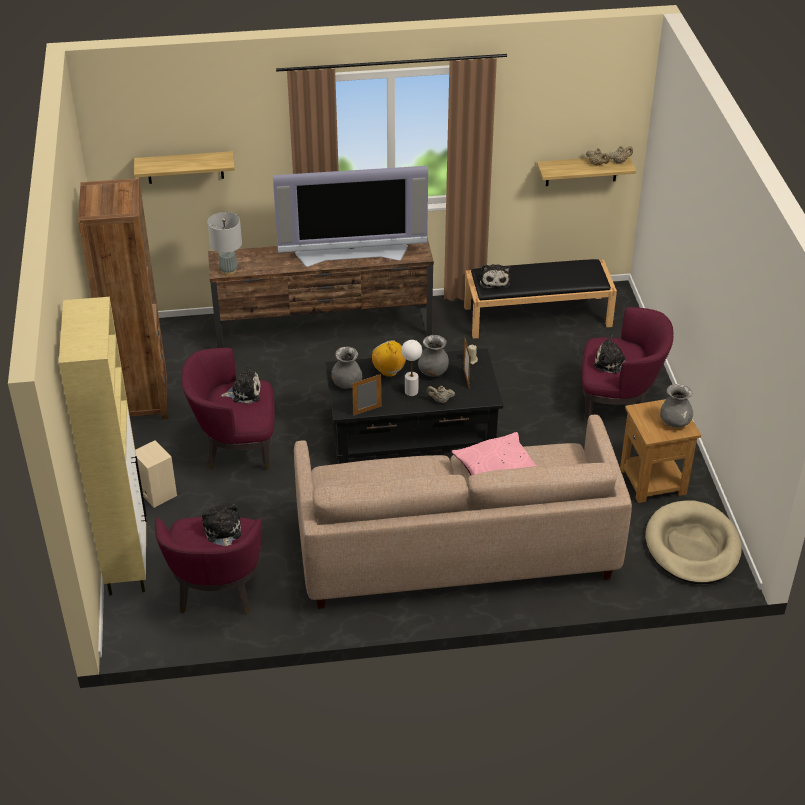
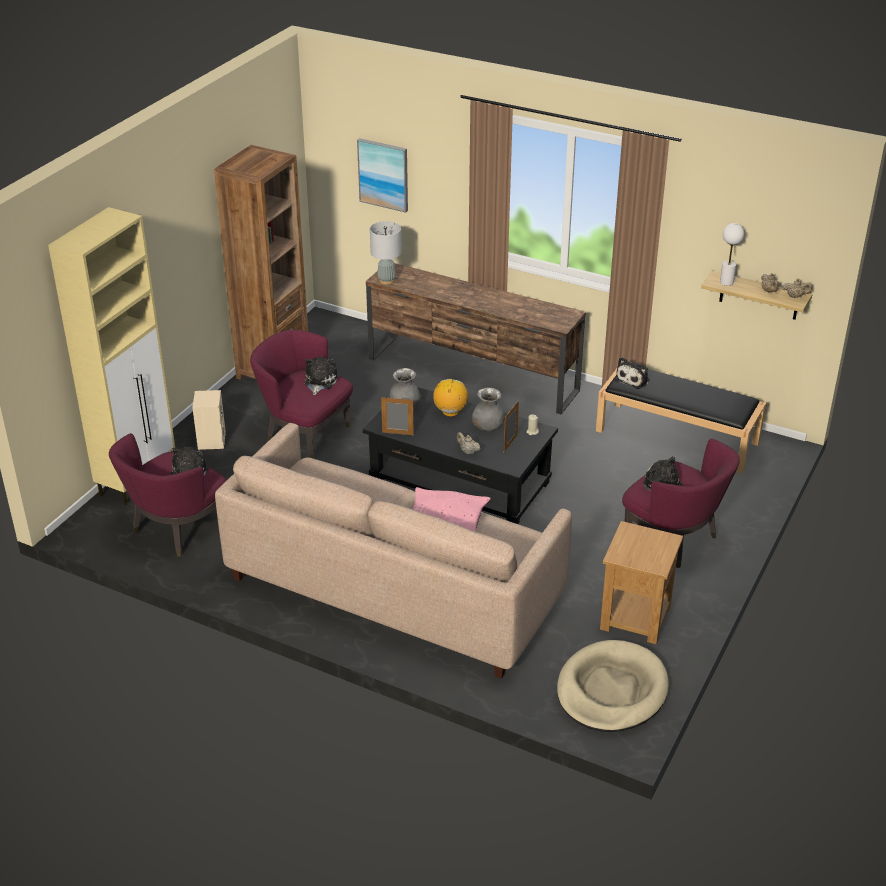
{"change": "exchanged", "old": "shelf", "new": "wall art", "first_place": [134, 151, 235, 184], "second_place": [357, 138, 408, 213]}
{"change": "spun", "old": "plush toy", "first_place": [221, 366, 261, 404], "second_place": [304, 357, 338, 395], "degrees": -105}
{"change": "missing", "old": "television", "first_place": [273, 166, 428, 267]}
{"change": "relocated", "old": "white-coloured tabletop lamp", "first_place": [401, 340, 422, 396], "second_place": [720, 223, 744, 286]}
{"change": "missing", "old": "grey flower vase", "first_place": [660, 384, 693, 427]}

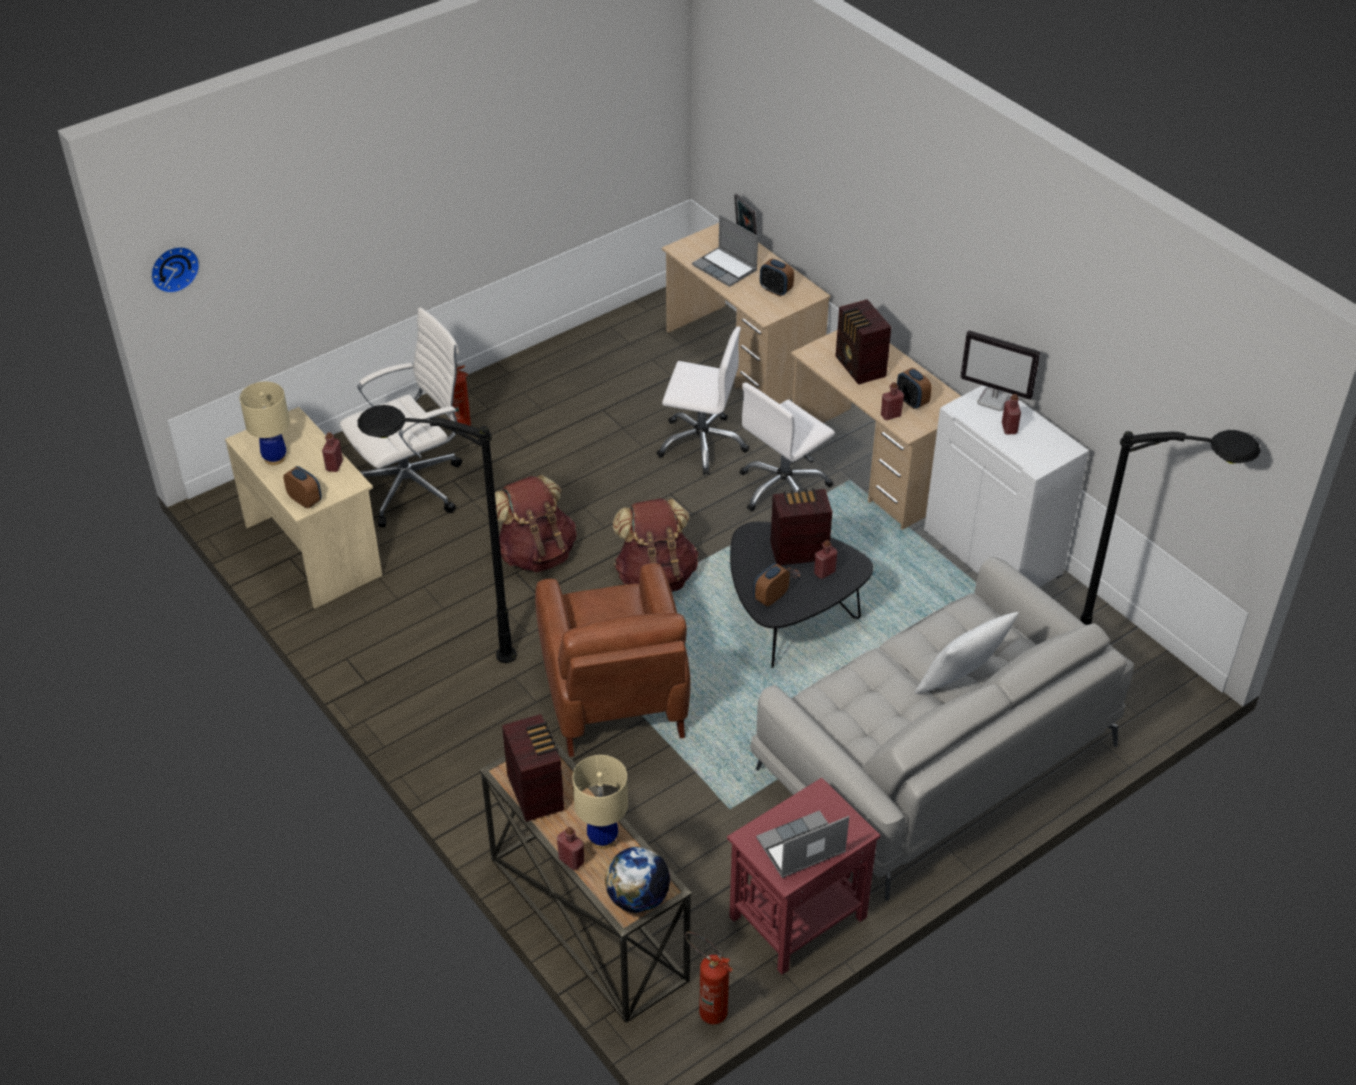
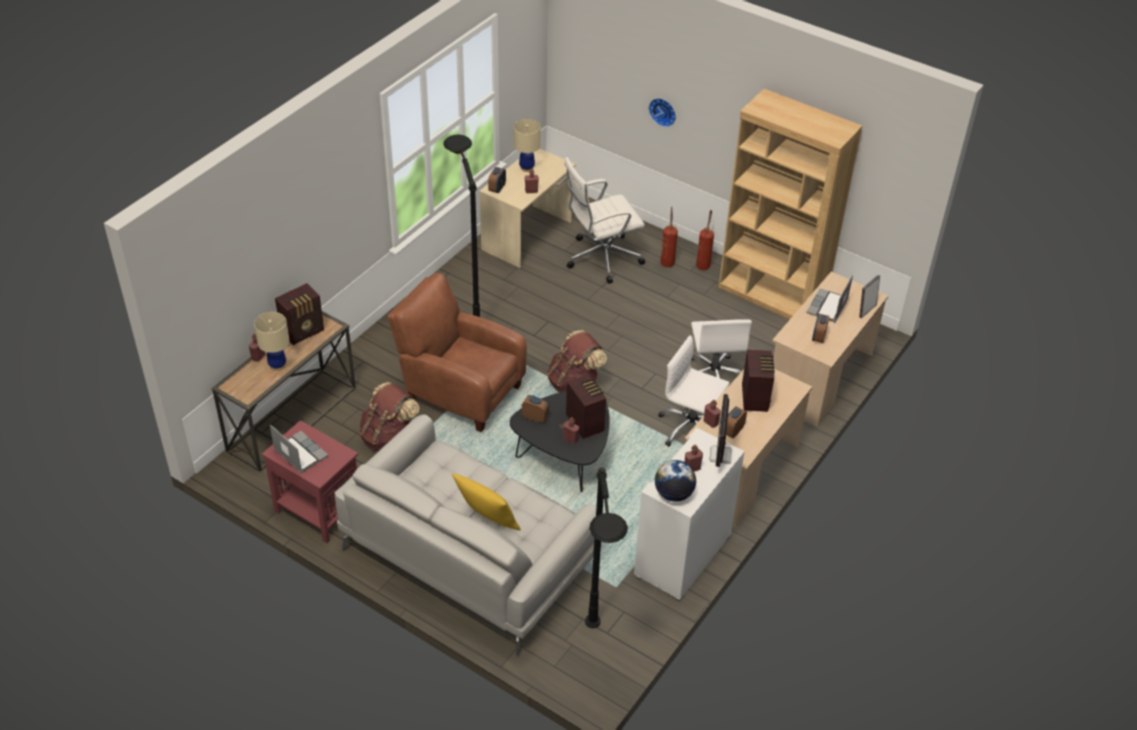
{"change": "relocated", "old": "clock on the wall", "first_place": [151, 246, 200, 293], "second_place": [649, 98, 676, 127]}
{"change": "spun", "old": "white-coloured desk chair", "first_place": [340, 308, 462, 527], "second_place": [564, 157, 645, 284], "degrees": 120}
{"change": "relocated", "old": "brown knapsack", "first_place": [495, 475, 577, 572], "second_place": [359, 382, 420, 452]}
{"change": "spun", "old": "brown lounge chair", "first_place": [535, 563, 690, 757], "second_place": [388, 273, 527, 432], "degrees": 60}
{"change": "relocated", "old": "world globe", "first_place": [605, 847, 670, 913], "second_place": [655, 460, 696, 502]}
{"change": "relocated", "old": "extinguisher", "first_place": [685, 932, 733, 1024], "second_place": [696, 210, 714, 270]}
{"change": "spun", "old": "radio", "first_place": [836, 299, 891, 385], "second_place": [742, 350, 775, 412], "degrees": 135}
{"change": "colour", "old": "white-coloured cushion", "new": "yellow cushion", "first_place": [915, 612, 1019, 694], "second_place": [452, 473, 521, 530]}
{"change": "appeared", "new": "brown shelving unit", "second_place": [719, 89, 862, 319]}

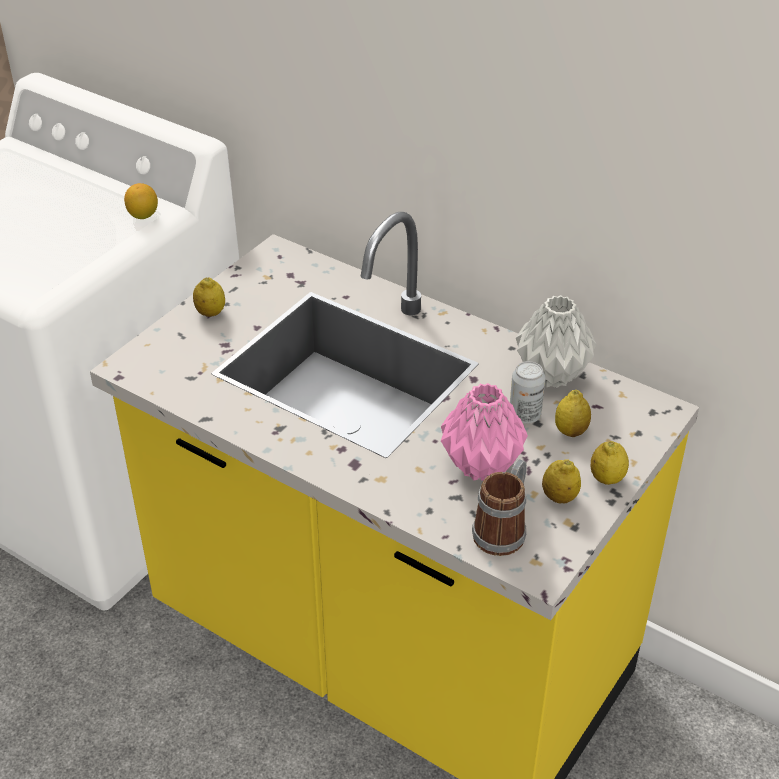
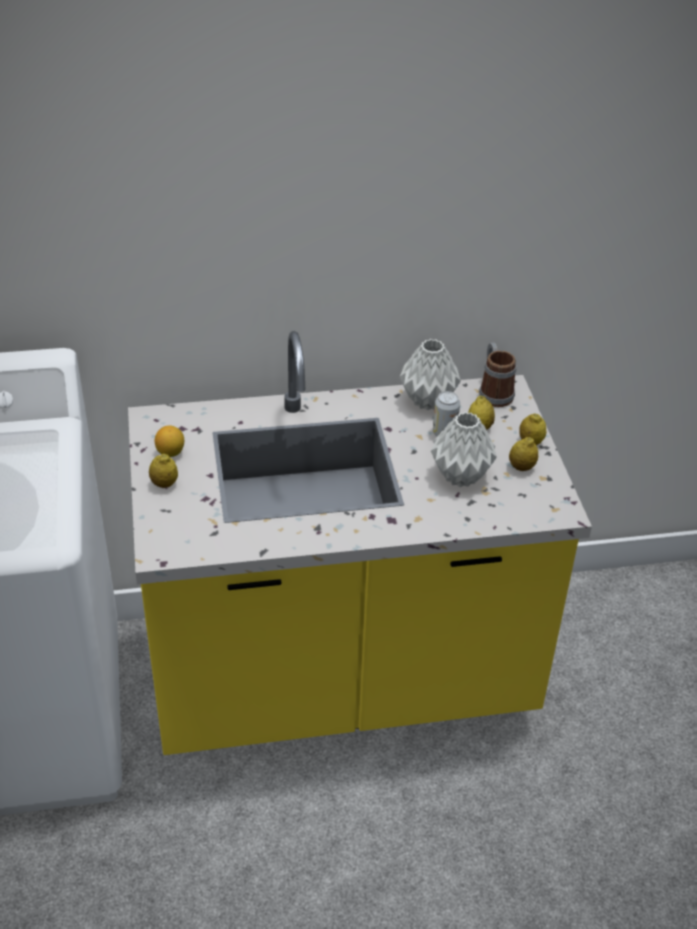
{"change": "relocated", "old": "lemon", "first_place": [124, 183, 158, 219], "second_place": [155, 426, 184, 457]}
{"change": "colour", "old": "pinkish flower vase", "new": "grey flower vase", "first_place": [441, 383, 528, 481], "second_place": [431, 412, 497, 487]}
{"change": "relocated", "old": "mug", "first_place": [472, 459, 527, 556], "second_place": [479, 343, 516, 407]}

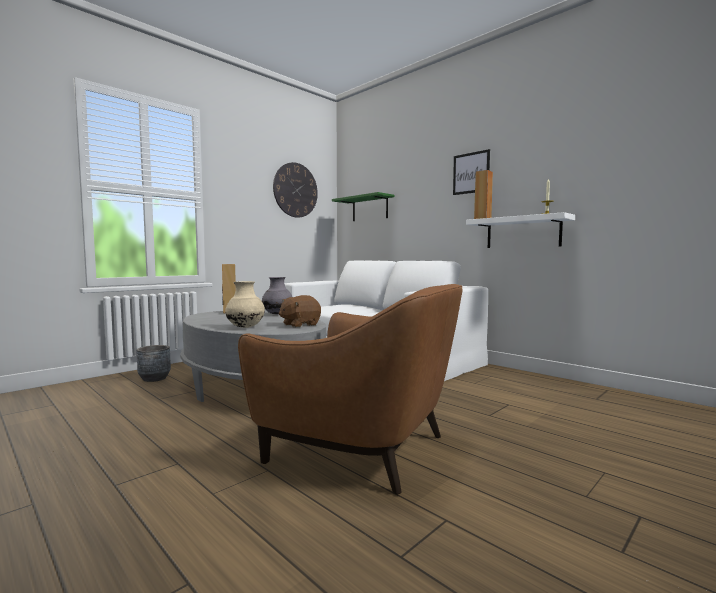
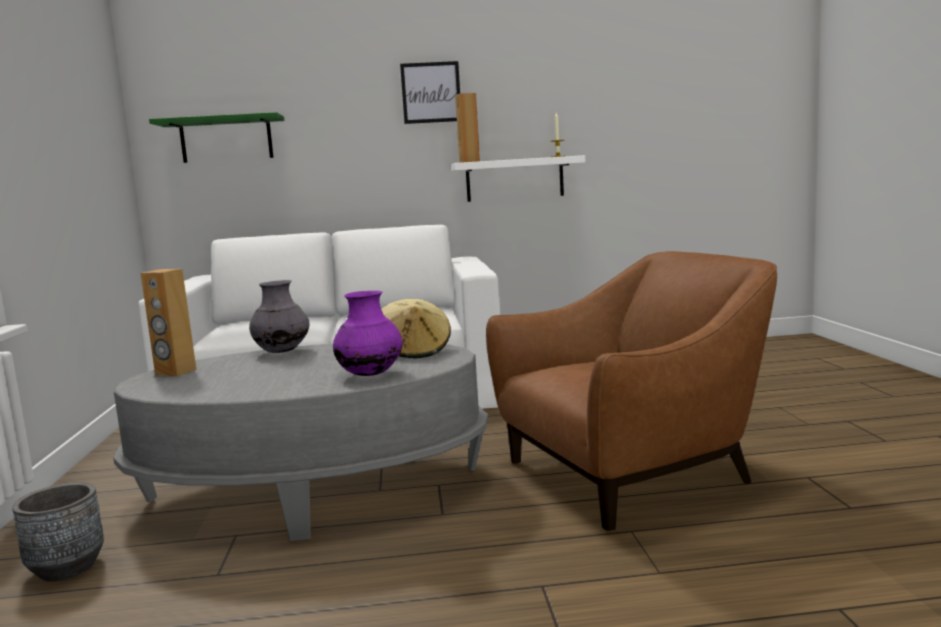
{"change": "colour", "old": "beige flower vase", "new": "purplish flower vase", "first_place": [225, 281, 265, 328], "second_place": [333, 291, 403, 376]}
{"change": "missing", "old": "clock on the wall", "first_place": [273, 162, 318, 218]}
{"change": "exchanged", "old": "brown plush toy", "new": "beige hat", "first_place": [279, 295, 321, 328], "second_place": [381, 299, 451, 358]}

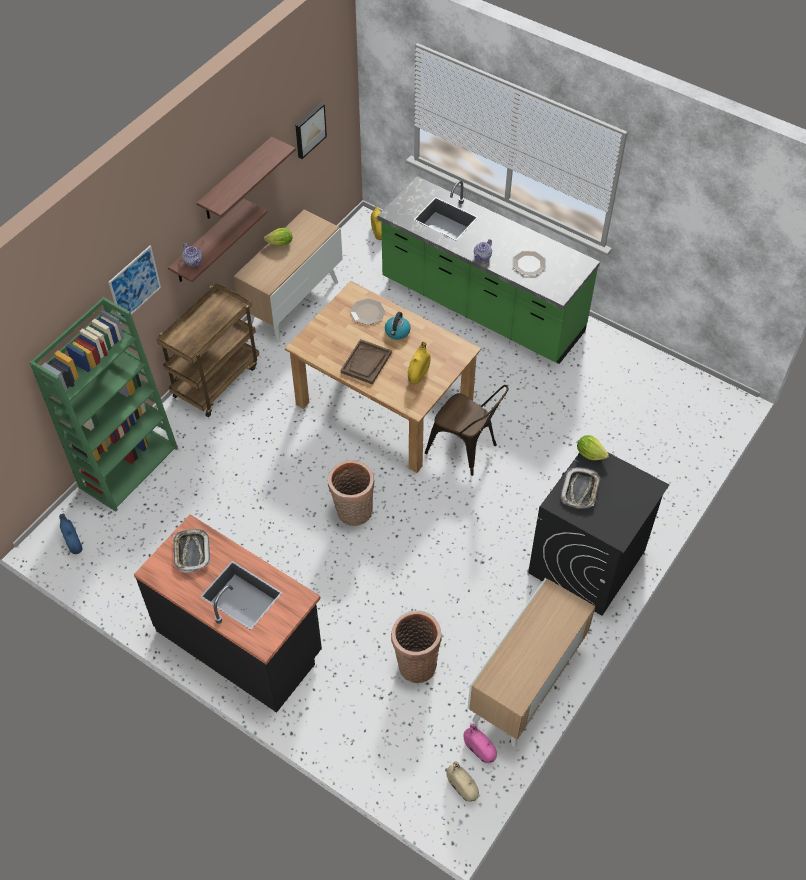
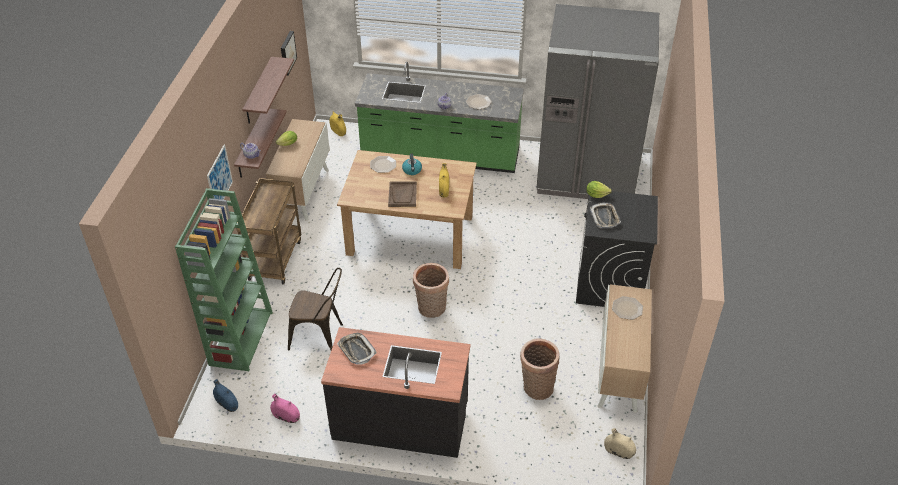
{"change": "relocated", "old": "brown chair", "first_place": [425, 385, 508, 476], "second_place": [288, 268, 343, 350]}
{"change": "relocated", "old": "pinkish flower vase", "first_place": [464, 724, 497, 763], "second_place": [270, 394, 300, 423]}
{"change": "appeared", "new": "grey refrigerator", "second_place": [537, 4, 659, 199]}
{"change": "appeared", "new": "plate", "second_place": [612, 296, 643, 320]}

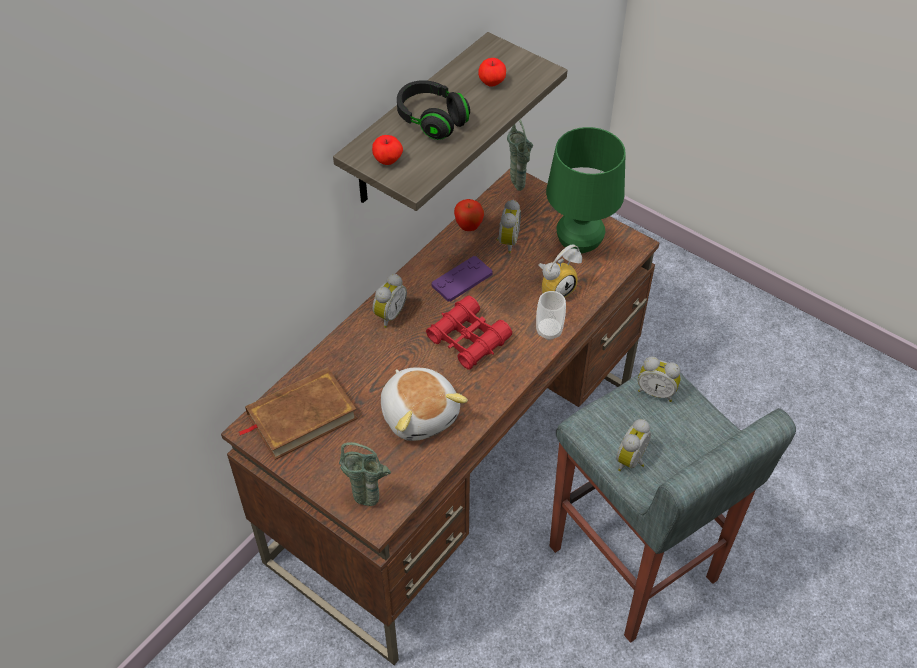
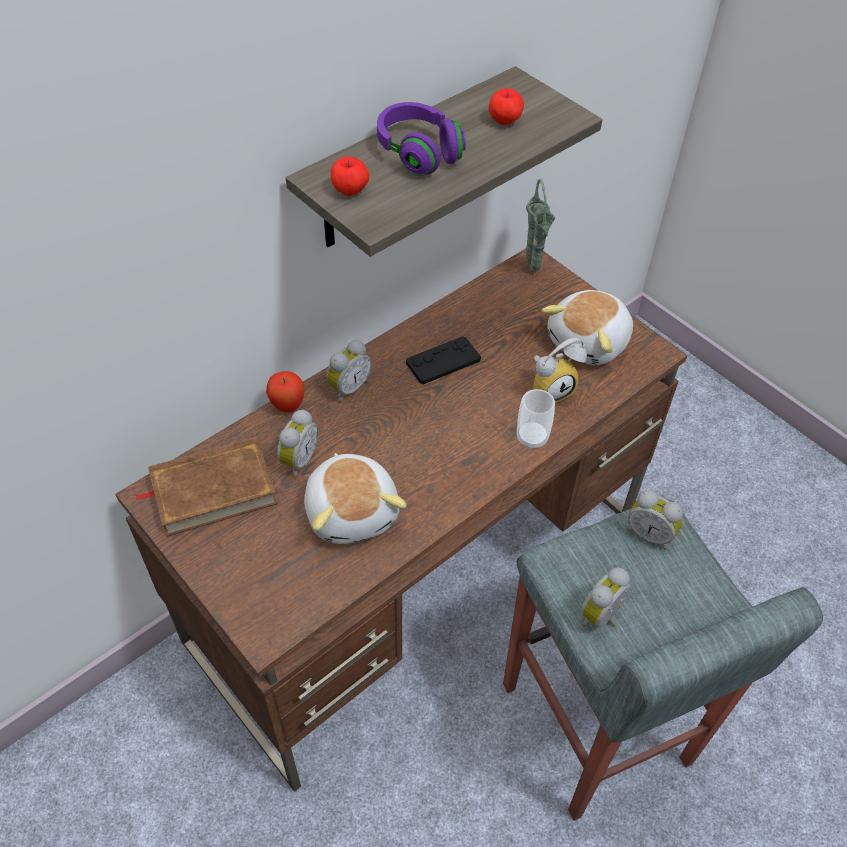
{"change": "missing", "old": "greenish flower vase", "first_place": [339, 442, 391, 506]}
{"change": "colour", "old": "black-coloured headset", "new": "purplish headset", "first_place": [397, 80, 470, 140], "second_place": [377, 102, 466, 176]}
{"change": "missing", "old": "reddish field glasses", "first_place": [426, 296, 512, 370]}
{"change": "colour", "old": "purplish joypad", "new": "black-coloured joypad", "first_place": [431, 256, 493, 302], "second_place": [406, 336, 481, 384]}
{"change": "relocated", "old": "whole apple", "first_place": [454, 199, 484, 231], "second_place": [266, 371, 305, 412]}
{"change": "relocated", "old": "table clock", "first_place": [496, 199, 521, 253], "second_place": [277, 410, 319, 478]}
{"change": "exchanged", "old": "greenish tabletop lamp", "new": "plush toy", "first_place": [546, 127, 626, 254], "second_place": [541, 290, 633, 365]}

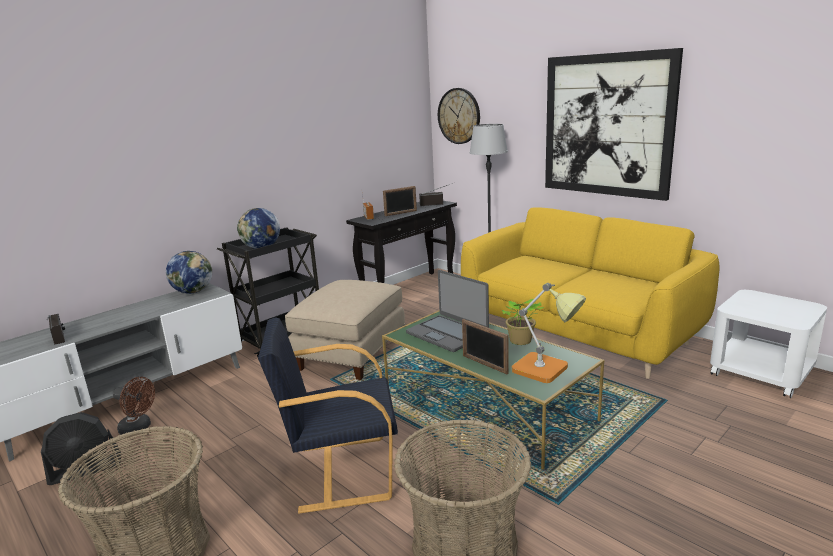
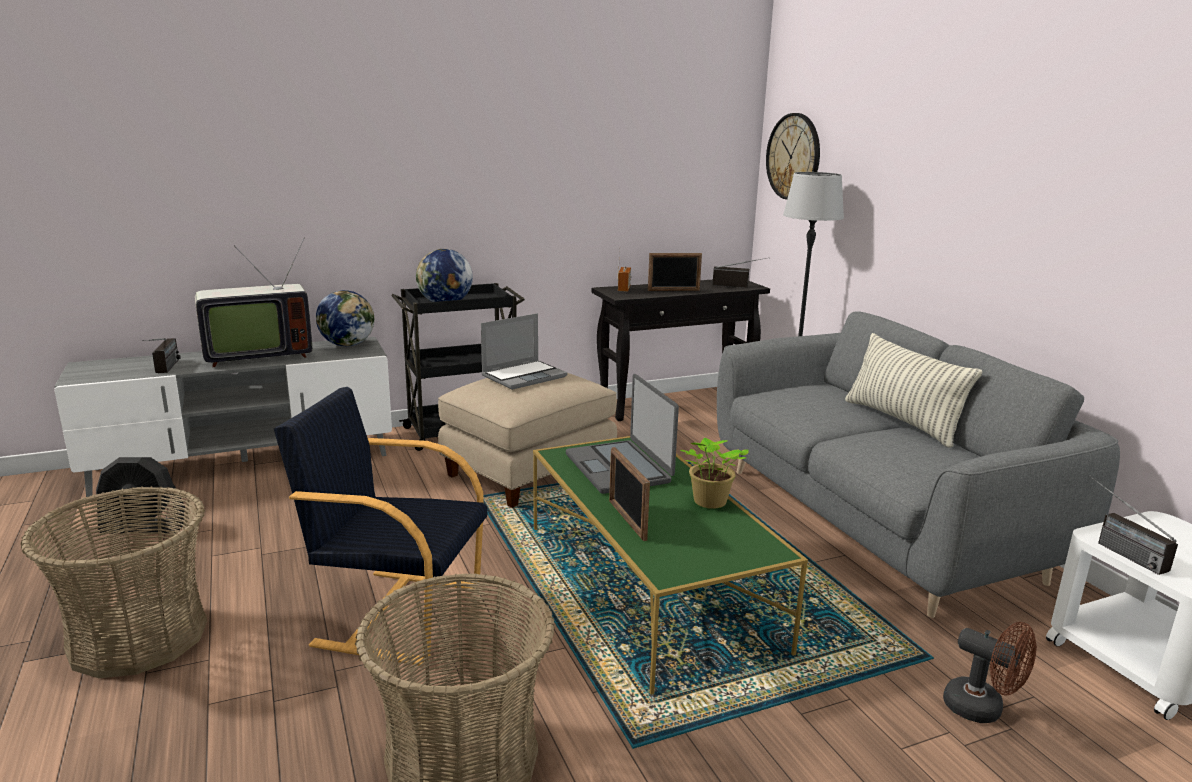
{"change": "relocated", "old": "brown electric fan", "first_place": [113, 377, 155, 435], "second_place": [943, 622, 1037, 723]}
{"change": "colour", "old": "yellow sofa", "new": "grey sofa", "first_place": [461, 207, 719, 379], "second_place": [717, 311, 1120, 618]}
{"change": "missing", "old": "tabletop lamp", "first_place": [512, 283, 586, 383]}
{"change": "missing", "old": "wall art", "first_place": [545, 48, 683, 201]}
{"change": "appeared", "new": "television", "second_place": [195, 237, 312, 367]}
{"change": "appeared", "new": "notebook computer", "second_place": [481, 313, 567, 390]}
{"change": "appeared", "new": "cushion", "second_place": [845, 333, 982, 448]}
{"change": "appeared", "new": "radio", "second_place": [1089, 475, 1178, 575]}

